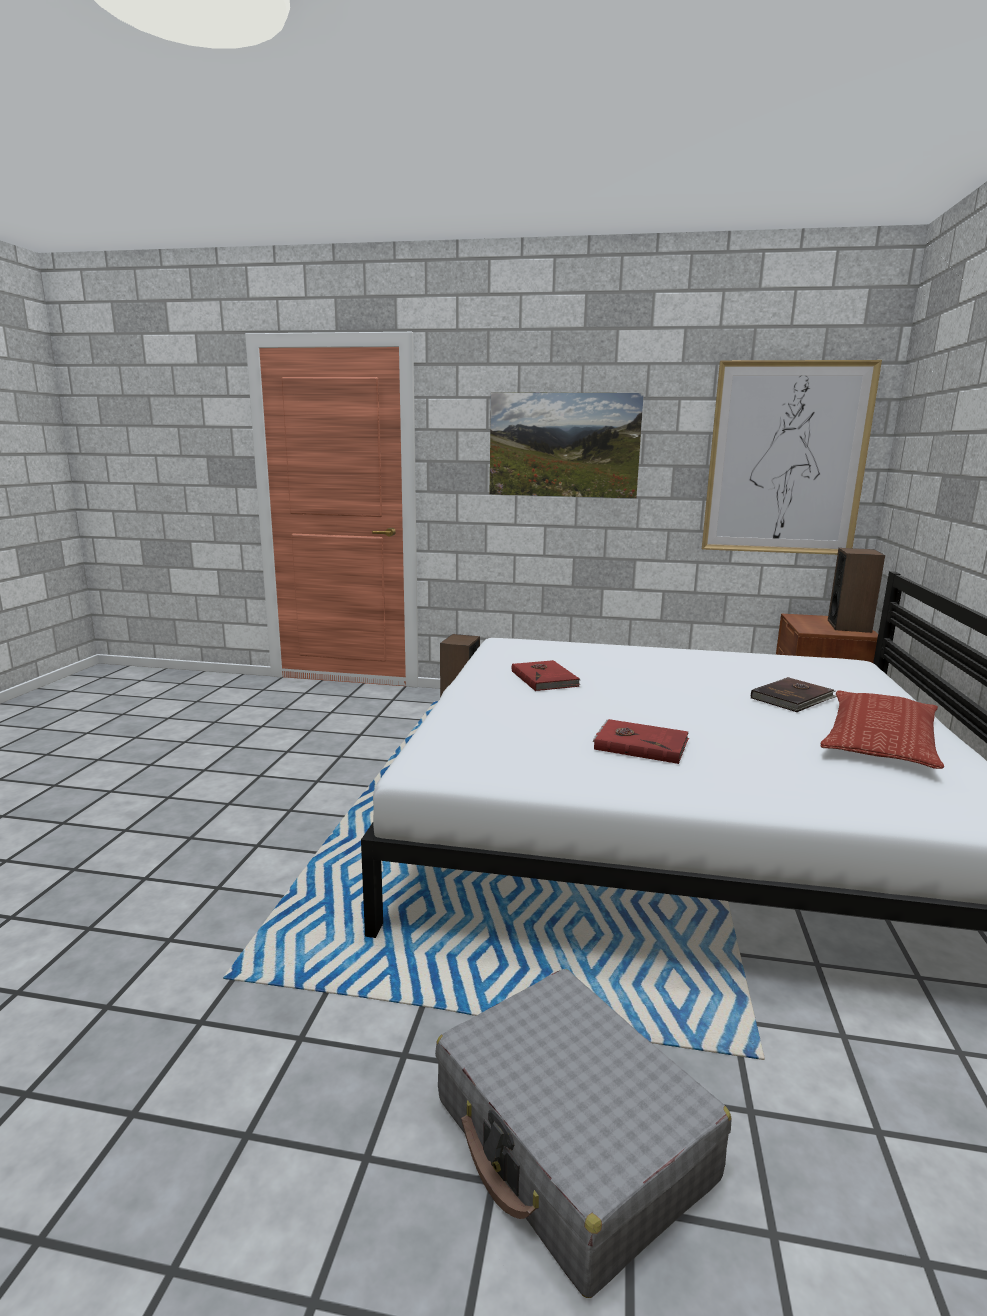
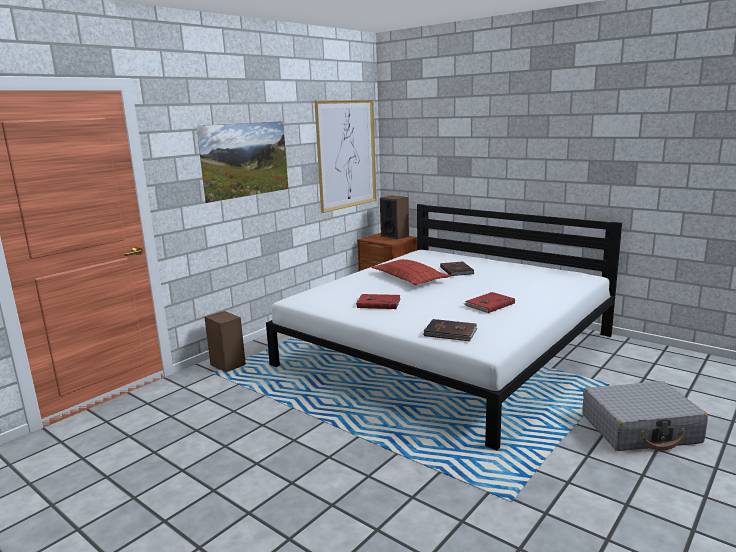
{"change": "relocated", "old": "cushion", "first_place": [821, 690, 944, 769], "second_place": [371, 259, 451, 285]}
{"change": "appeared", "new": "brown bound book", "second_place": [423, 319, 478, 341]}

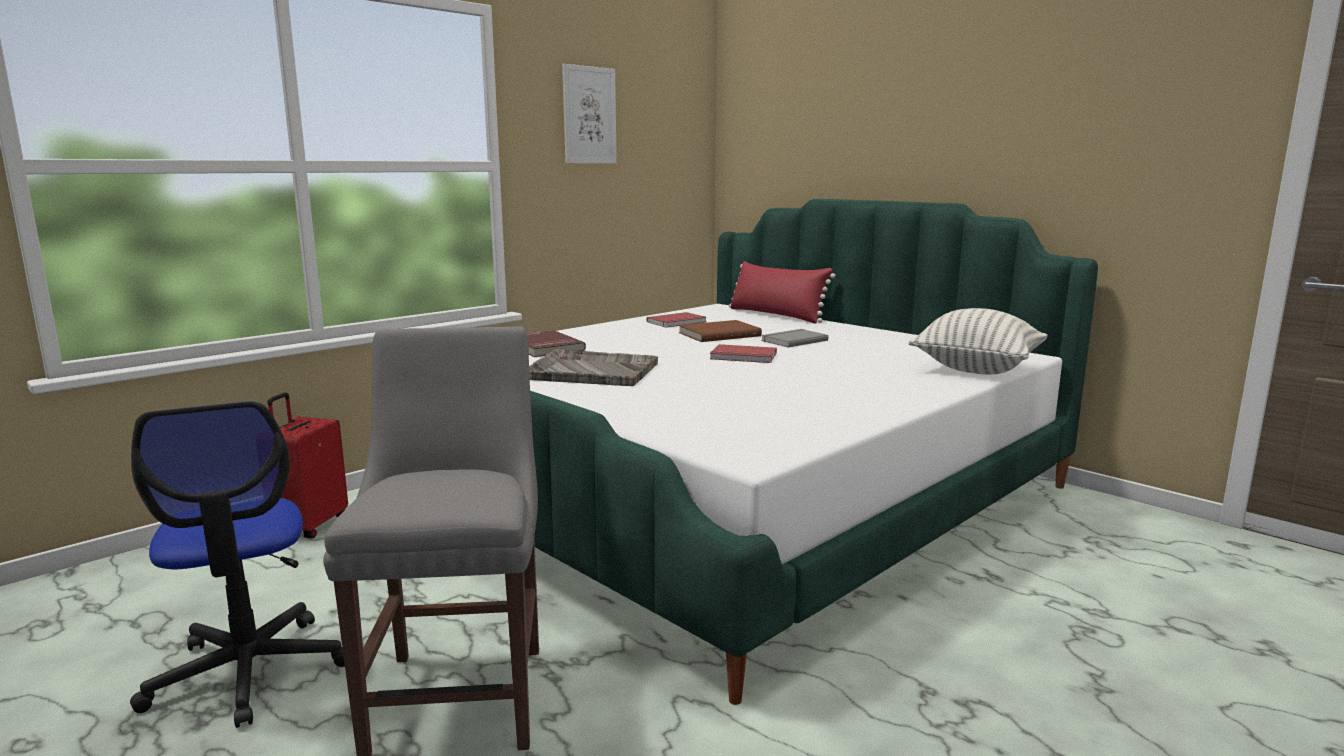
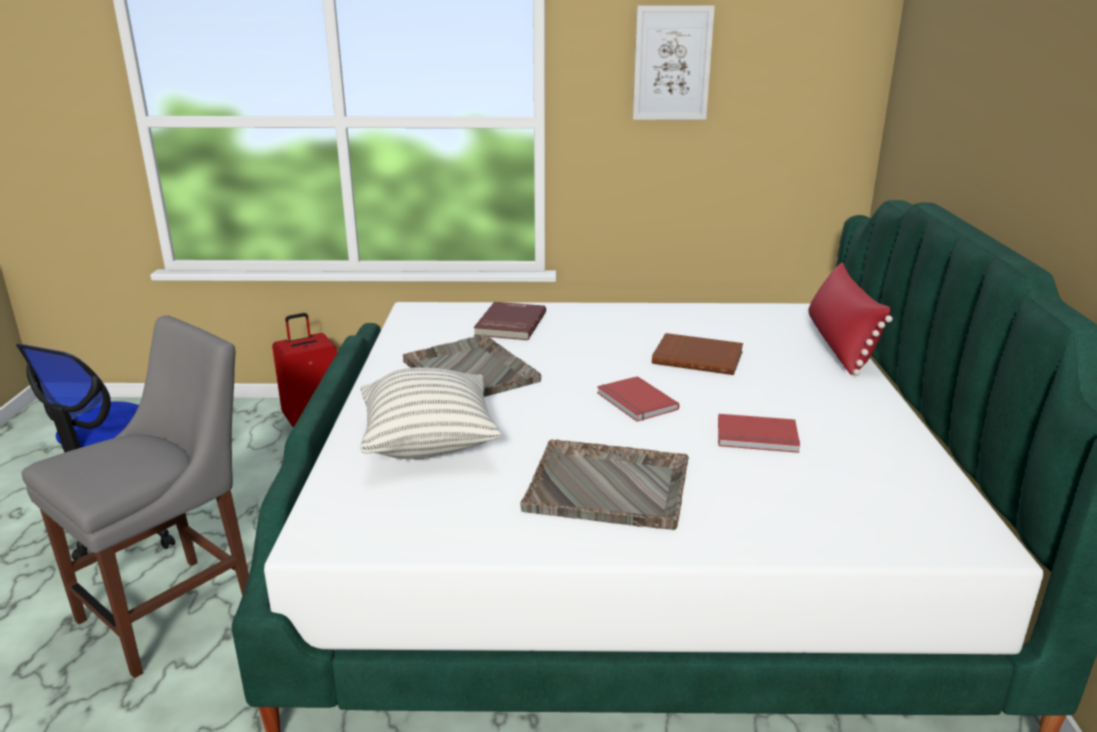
{"change": "relocated", "old": "reddish bound book", "first_place": [646, 312, 707, 328], "second_place": [718, 414, 800, 453]}
{"change": "missing", "old": "grey bound book", "first_place": [761, 329, 829, 347]}
{"change": "relocated", "old": "cushion", "first_place": [908, 308, 1048, 375], "second_place": [361, 367, 501, 459]}
{"change": "appeared", "new": "grey serving tray", "second_place": [520, 440, 689, 530]}

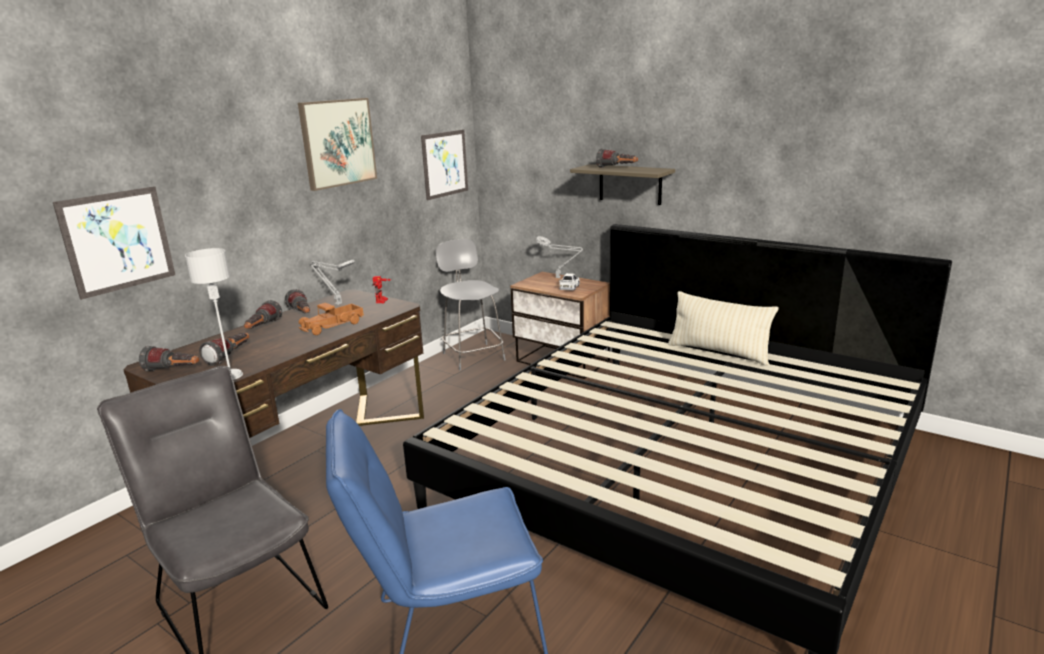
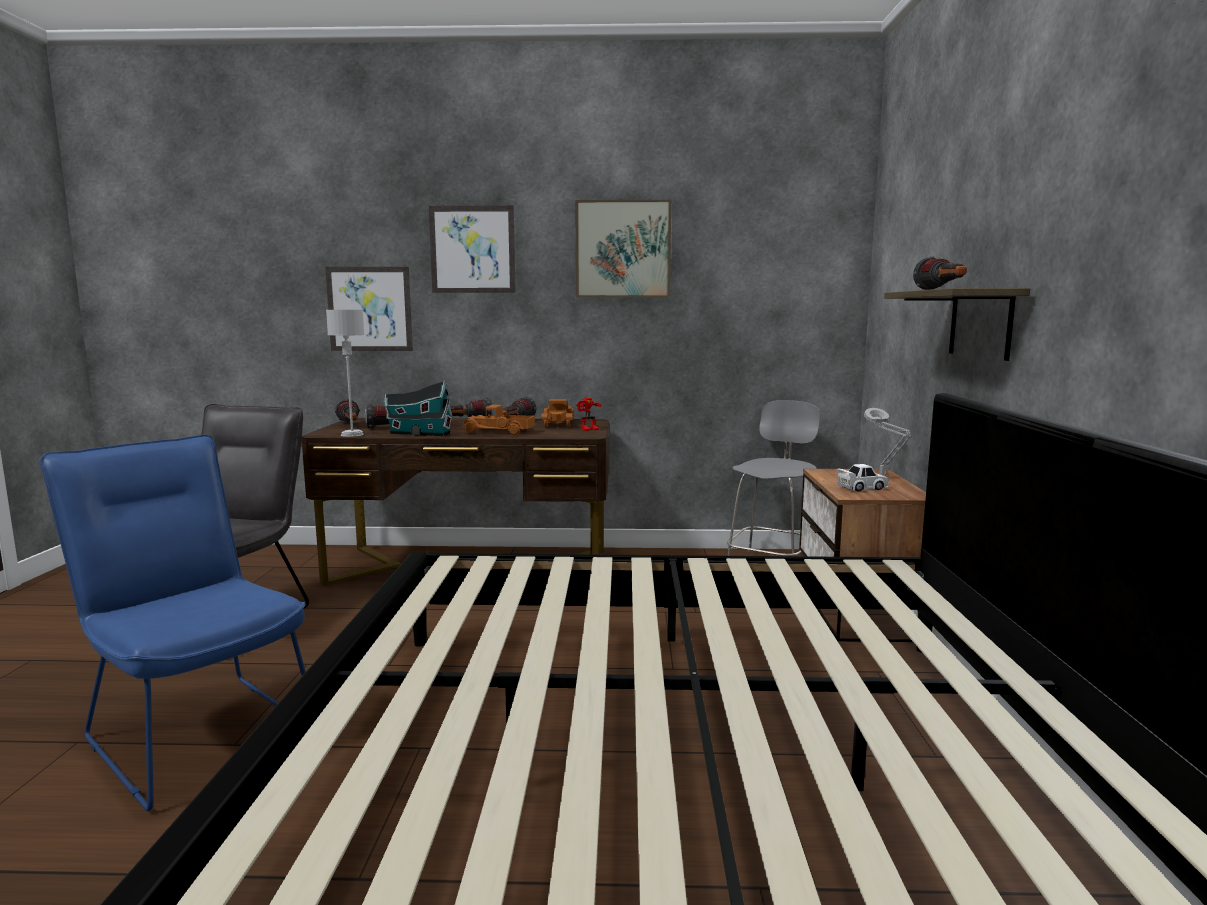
{"change": "exchanged", "old": "grey tabletop lamp", "new": "toy lorry", "first_place": [311, 259, 355, 305], "second_place": [541, 399, 574, 427]}
{"change": "relocated", "old": "wall art", "first_place": [421, 130, 468, 200], "second_place": [429, 206, 516, 293]}
{"change": "missing", "old": "beige cushion", "first_place": [668, 291, 778, 365]}
{"change": "appeared", "new": "miniature house", "second_place": [384, 380, 453, 436]}

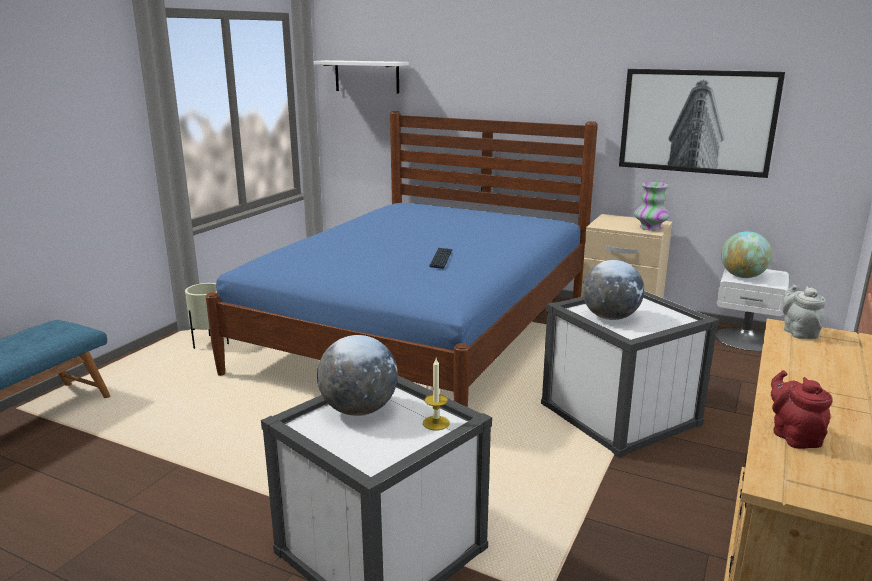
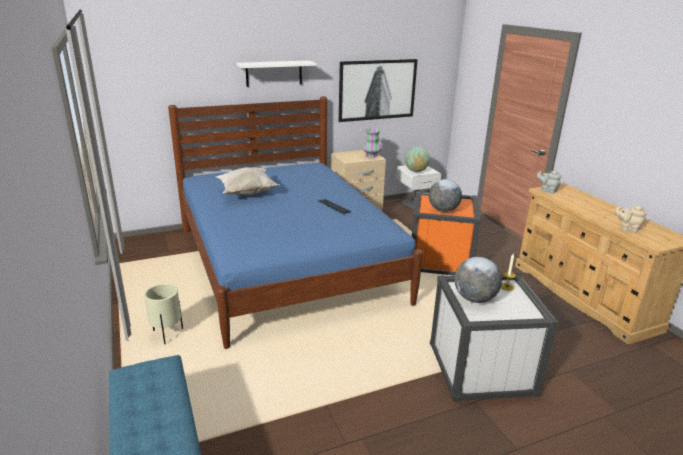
{"change": "relocated", "old": "white-coloured shelf", "first_place": [314, 60, 409, 93], "second_place": [236, 60, 316, 87]}
{"change": "colour", "old": "white-coloured storage box", "new": "orangey storage box", "first_place": [541, 291, 719, 458], "second_place": [412, 191, 481, 276]}
{"change": "colour", "old": "reddish tea pot", "new": "beige tea pot", "first_place": [771, 370, 833, 449], "second_place": [615, 206, 647, 233]}
{"change": "appeared", "new": "white-coloured cushion", "second_place": [215, 167, 280, 195]}

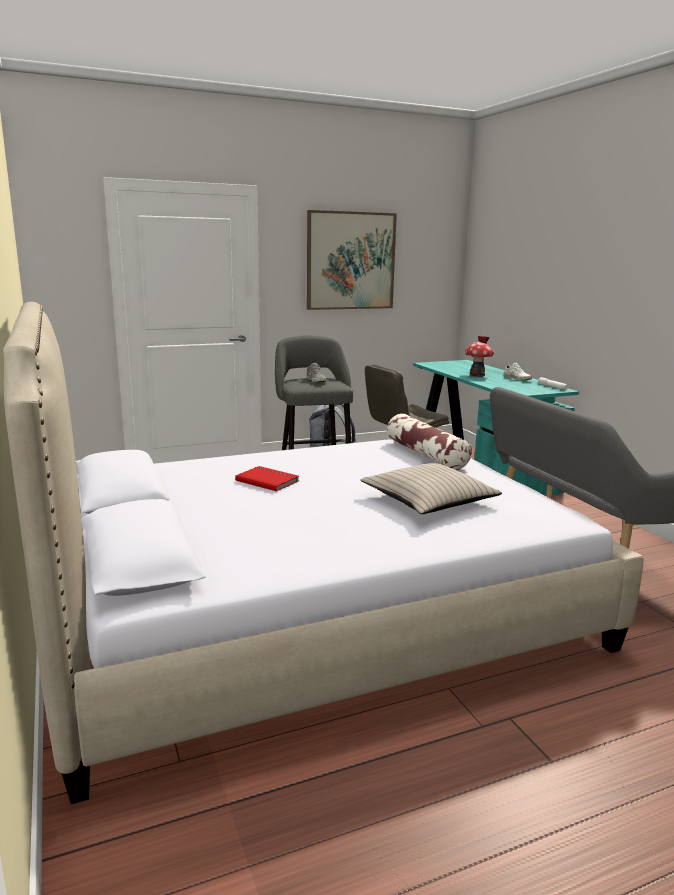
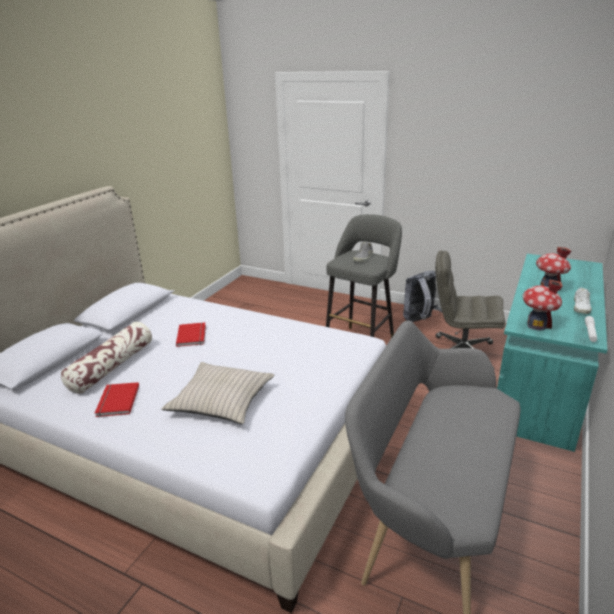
{"change": "missing", "old": "wall art", "first_place": [307, 210, 397, 310]}
{"change": "relocated", "old": "cushion", "first_place": [387, 414, 472, 470], "second_place": [61, 322, 152, 394]}
{"change": "appeared", "new": "reddish bound book", "second_place": [95, 382, 139, 417]}
{"change": "appeared", "new": "miniature house", "second_place": [523, 279, 563, 330]}

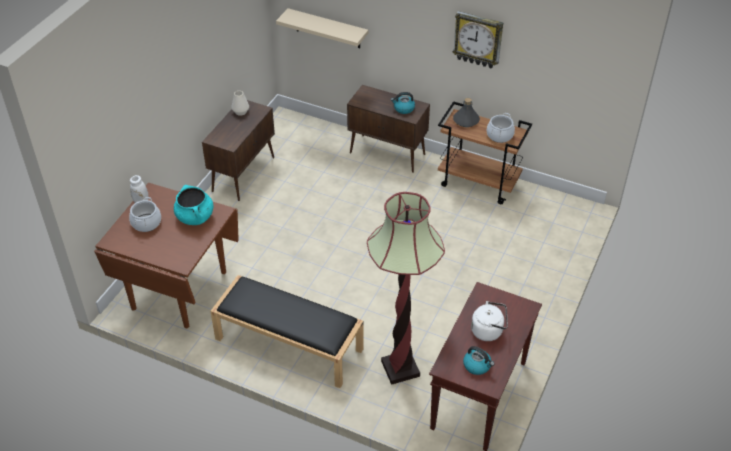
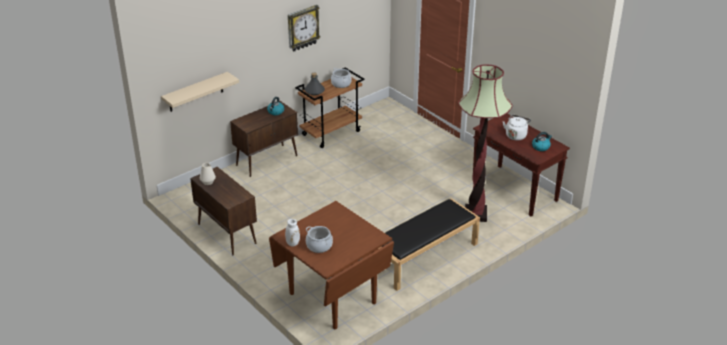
{"change": "missing", "old": "blue-green saucepot", "first_place": [174, 185, 213, 225]}

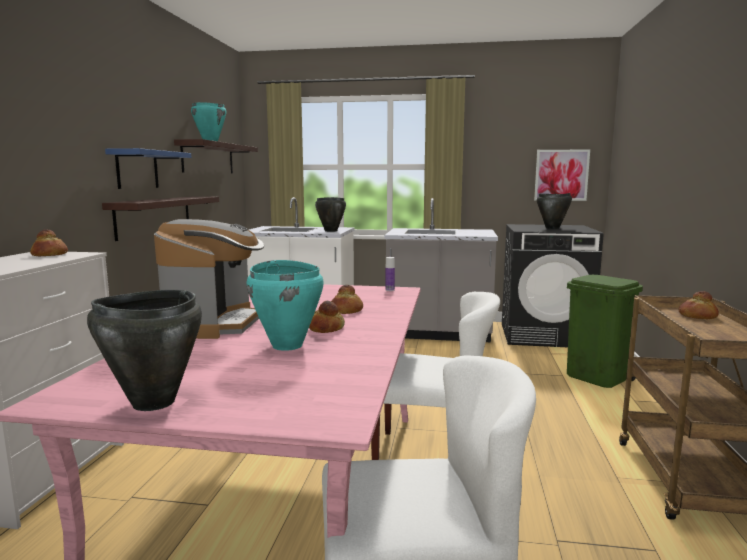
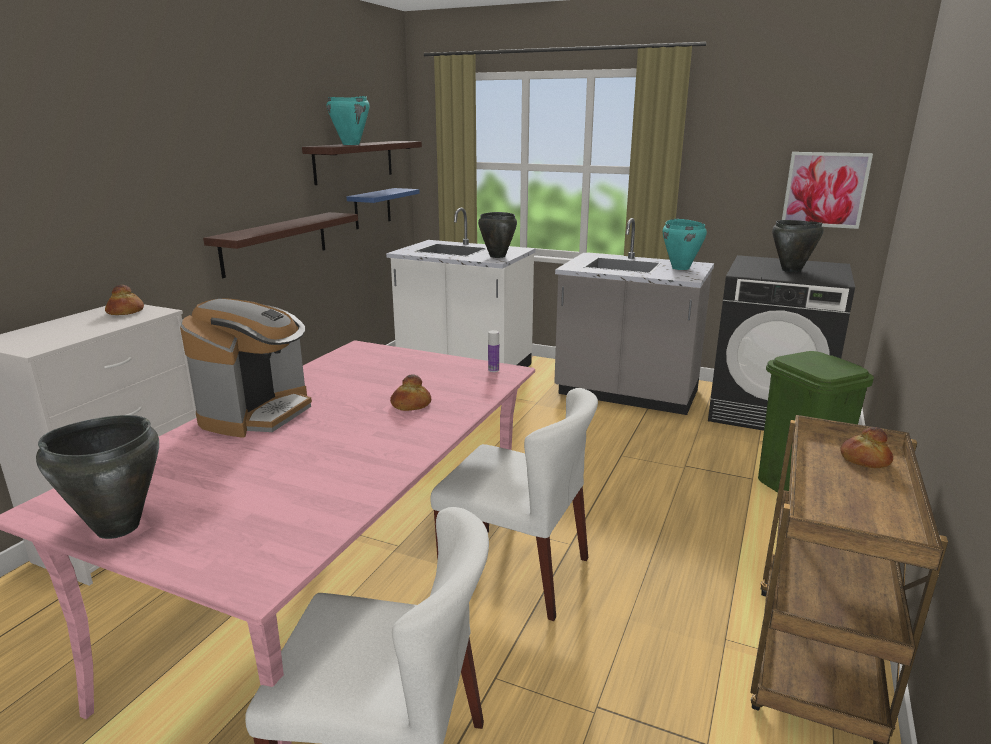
{"change": "relocated", "old": "bluish shelf", "first_place": [105, 148, 192, 189], "second_place": [346, 188, 420, 229]}
{"change": "relocated", "old": "blue-green saucepot", "first_place": [247, 260, 324, 351], "second_place": [663, 219, 707, 270]}
{"change": "missing", "old": "baked bread", "first_place": [309, 301, 345, 333]}

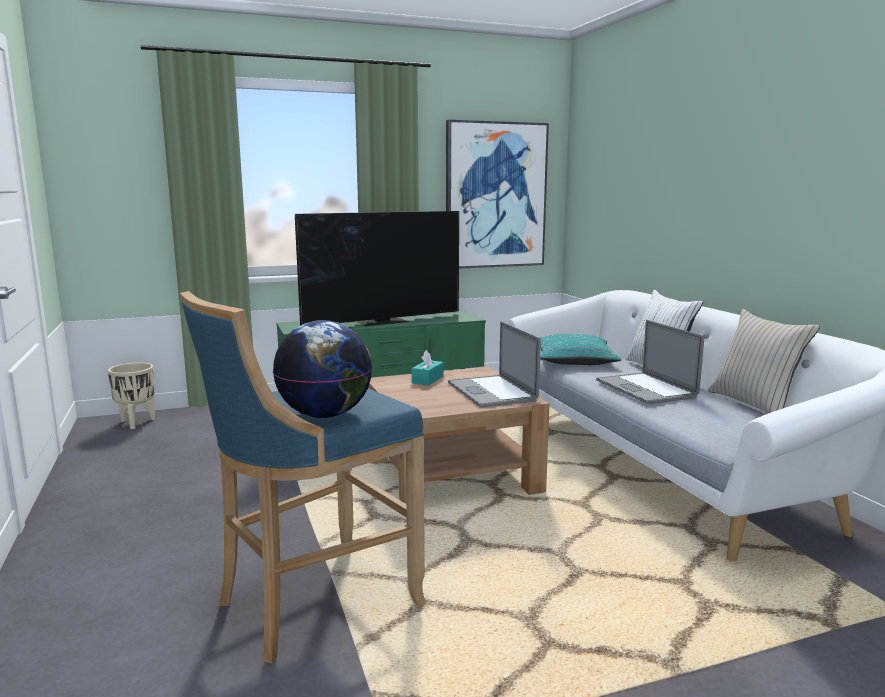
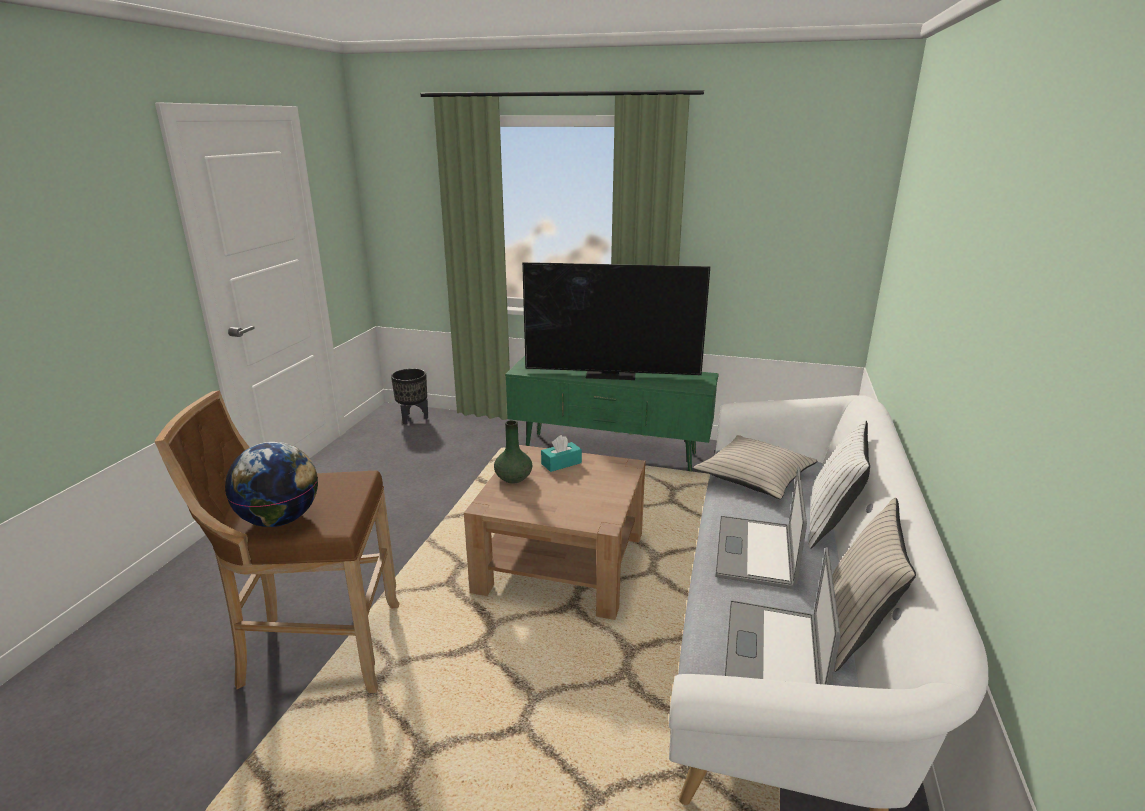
{"change": "colour", "old": "beige flower pot", "new": "black-coloured flower pot", "first_place": [108, 363, 155, 429], "second_place": [391, 368, 428, 424]}
{"change": "colour", "old": "bluish stool seat", "new": "brown stool seat", "first_place": [180, 291, 426, 663], "second_place": [154, 390, 400, 693]}
{"change": "missing", "old": "wall art", "first_place": [446, 120, 549, 269]}
{"change": "relocated", "old": "notebook computer", "first_place": [448, 321, 541, 407], "second_place": [724, 547, 841, 685]}
{"change": "colour", "old": "blue-green cushion", "new": "beige cushion", "first_place": [540, 334, 622, 365], "second_place": [693, 435, 817, 499]}
{"change": "appeared", "new": "greenish flower vase", "second_place": [494, 420, 532, 484]}

